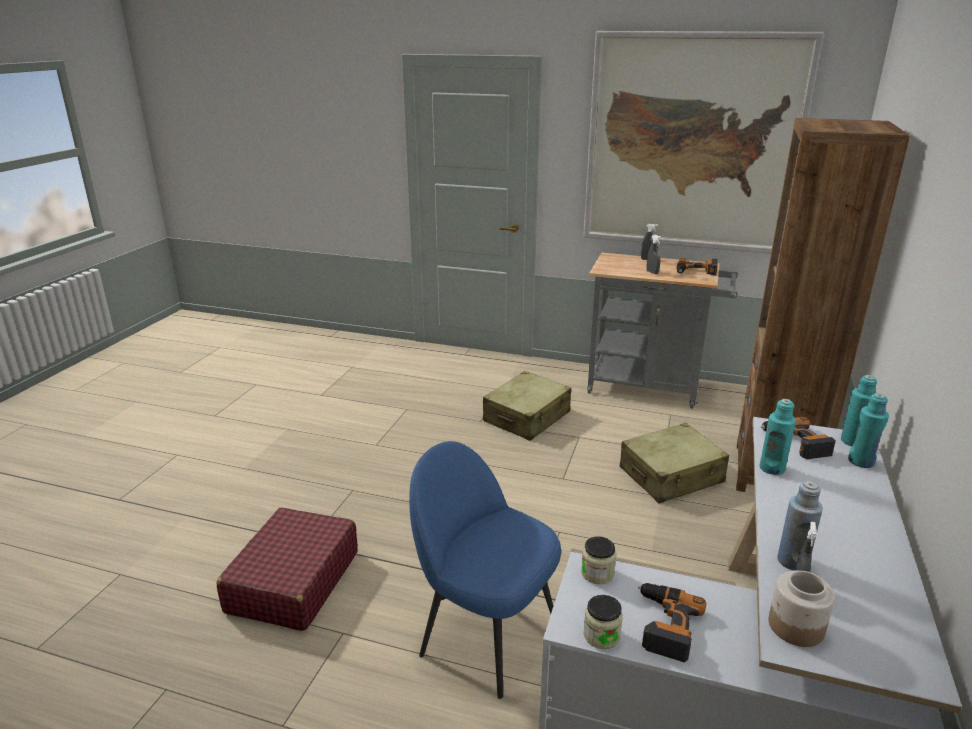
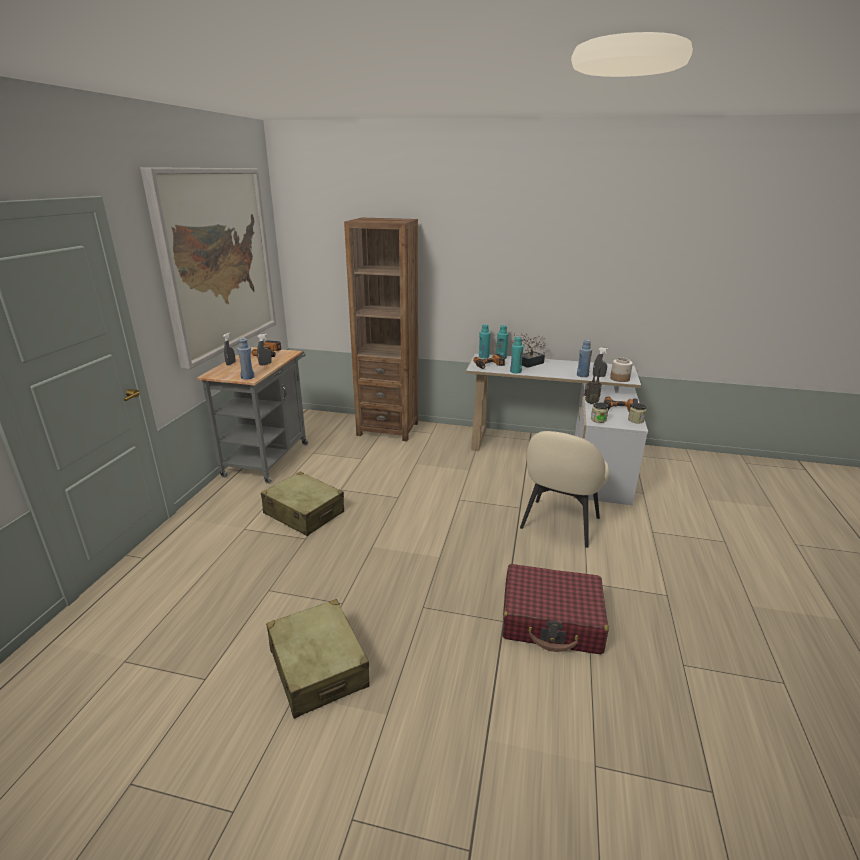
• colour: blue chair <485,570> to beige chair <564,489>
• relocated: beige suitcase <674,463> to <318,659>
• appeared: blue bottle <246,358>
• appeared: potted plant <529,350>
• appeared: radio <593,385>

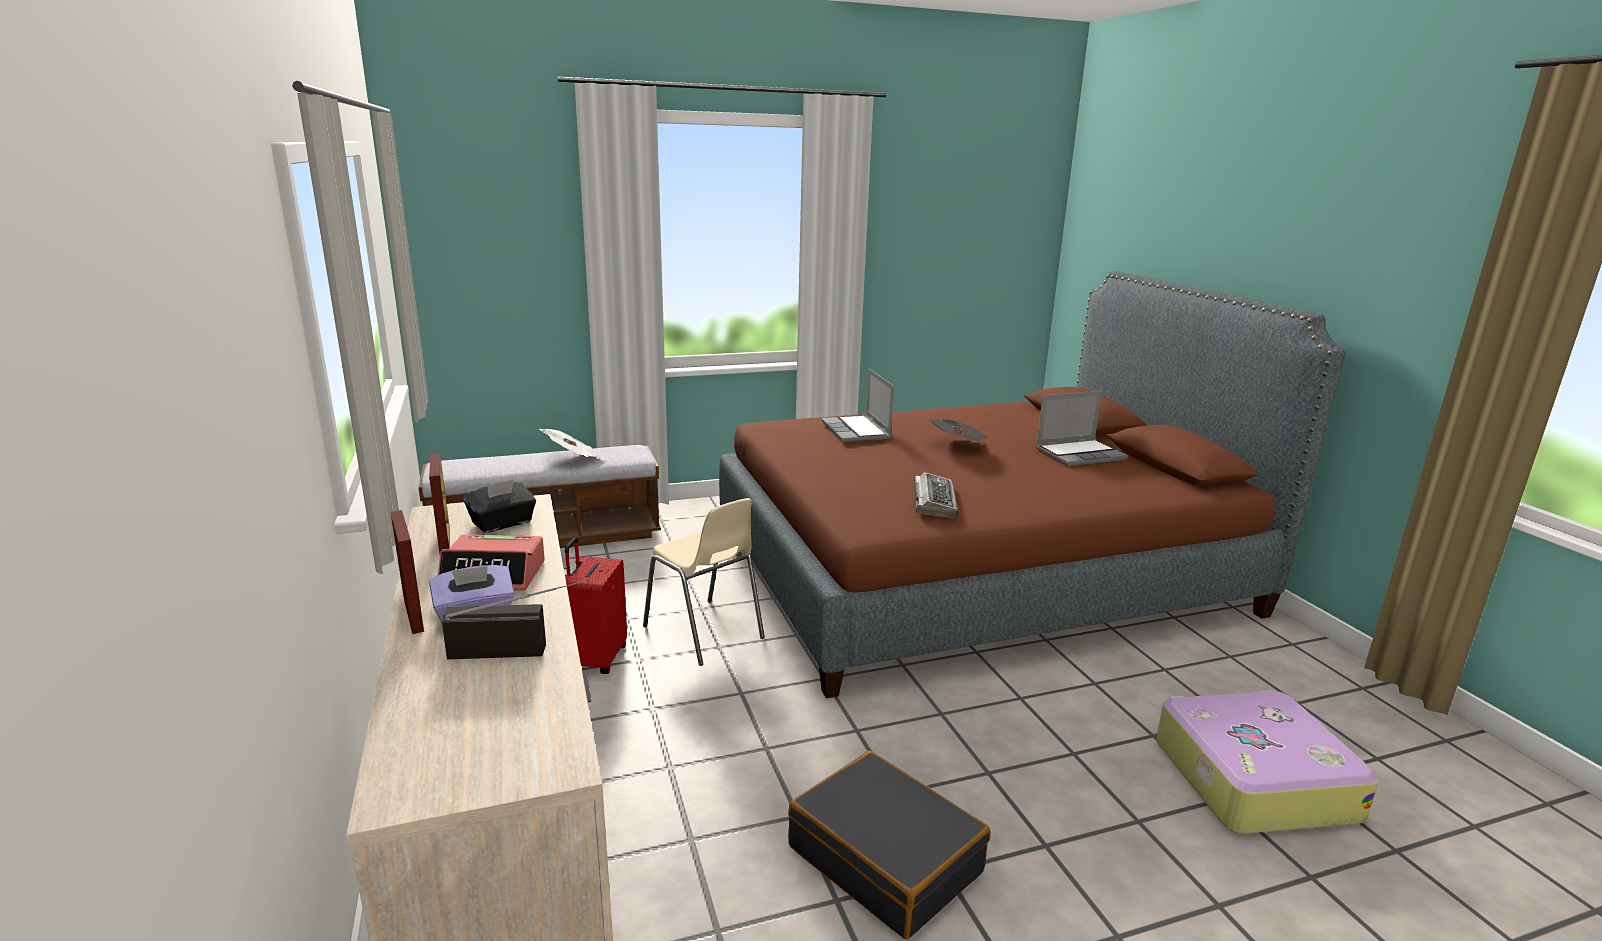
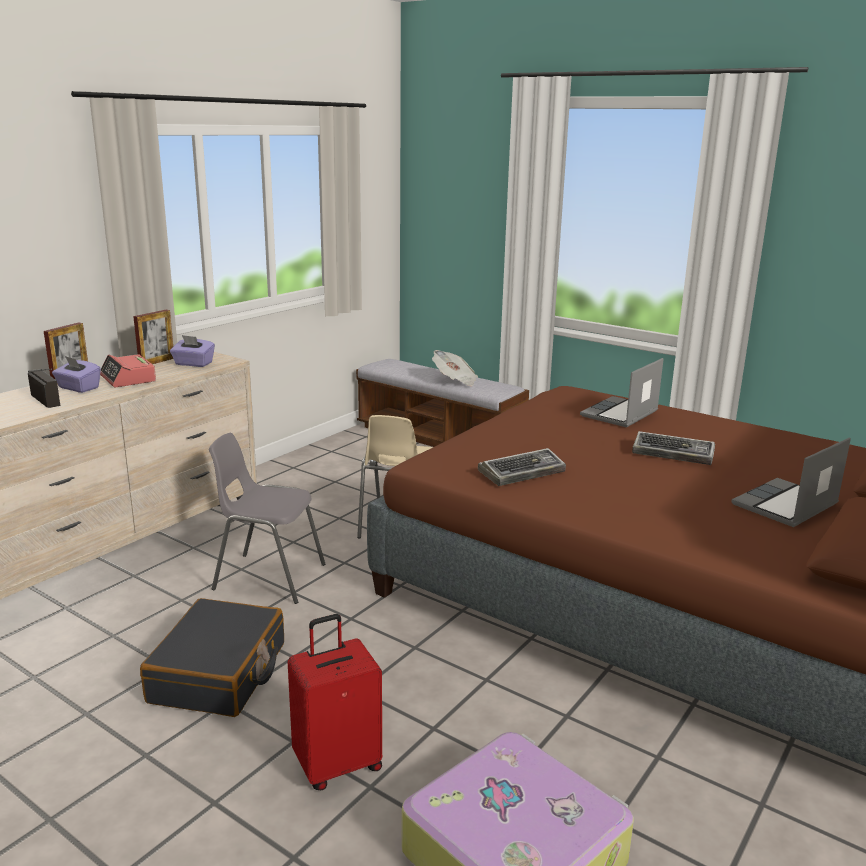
• colour: black tissue box <499,506> to purple tissue box <192,351>
• relocated: red suitcase <596,605> to <335,702>
• exchanged: newspaper <957,430> to keyboard <673,448>
• spun: laptop <1082,428> = <791,482> 105 degrees clockwise
• appeared: grey chair <267,518>

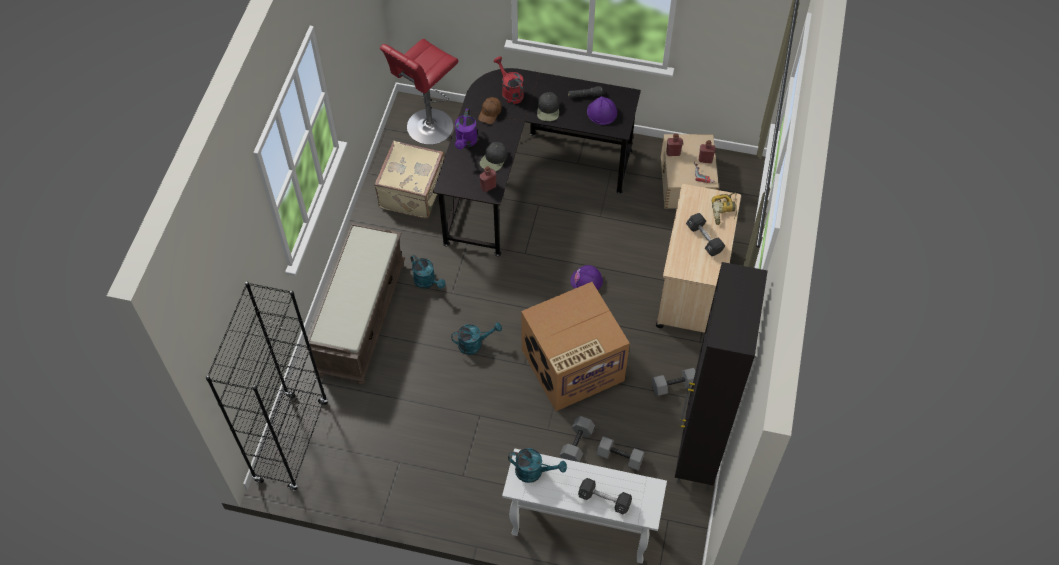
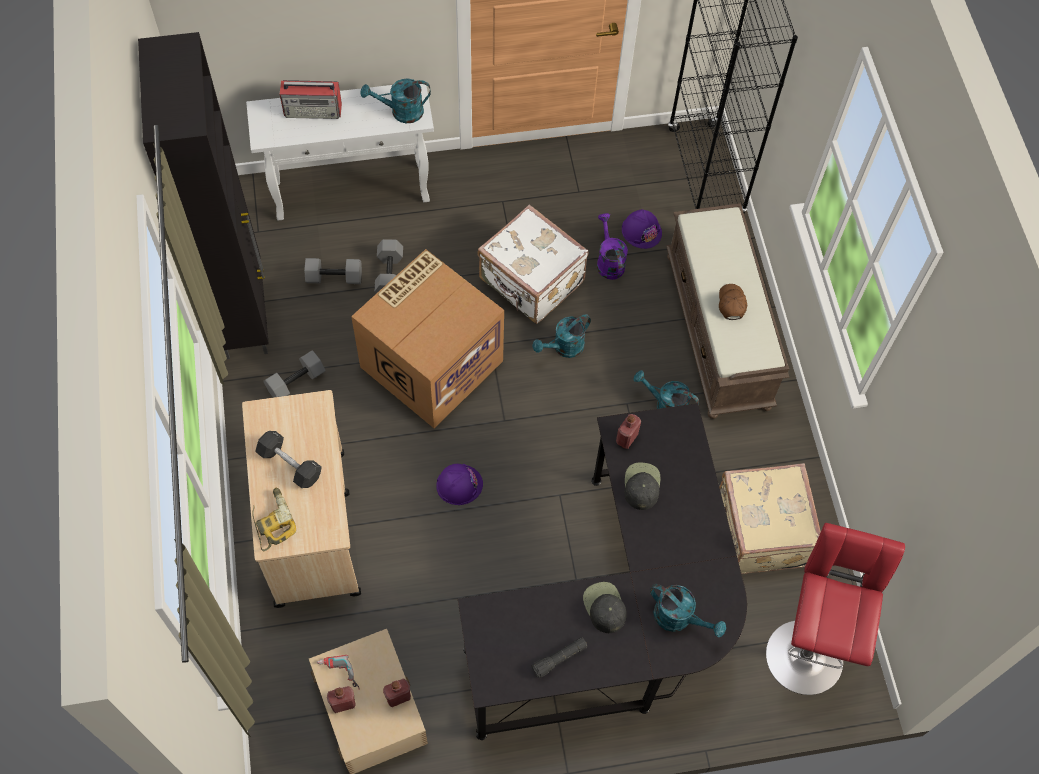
• relocated: purple watering can <466,129> to <612,246>
• relocated: brown cap <490,110> to <733,302>
• colour: red watering can <509,80> to turquoise watering can <688,610>
• exchanged: black dumbbell <605,496> to radio <311,99>
• relocated: purple hard hat <602,110> to <642,229>
• appeared: white suitcase <532,264>

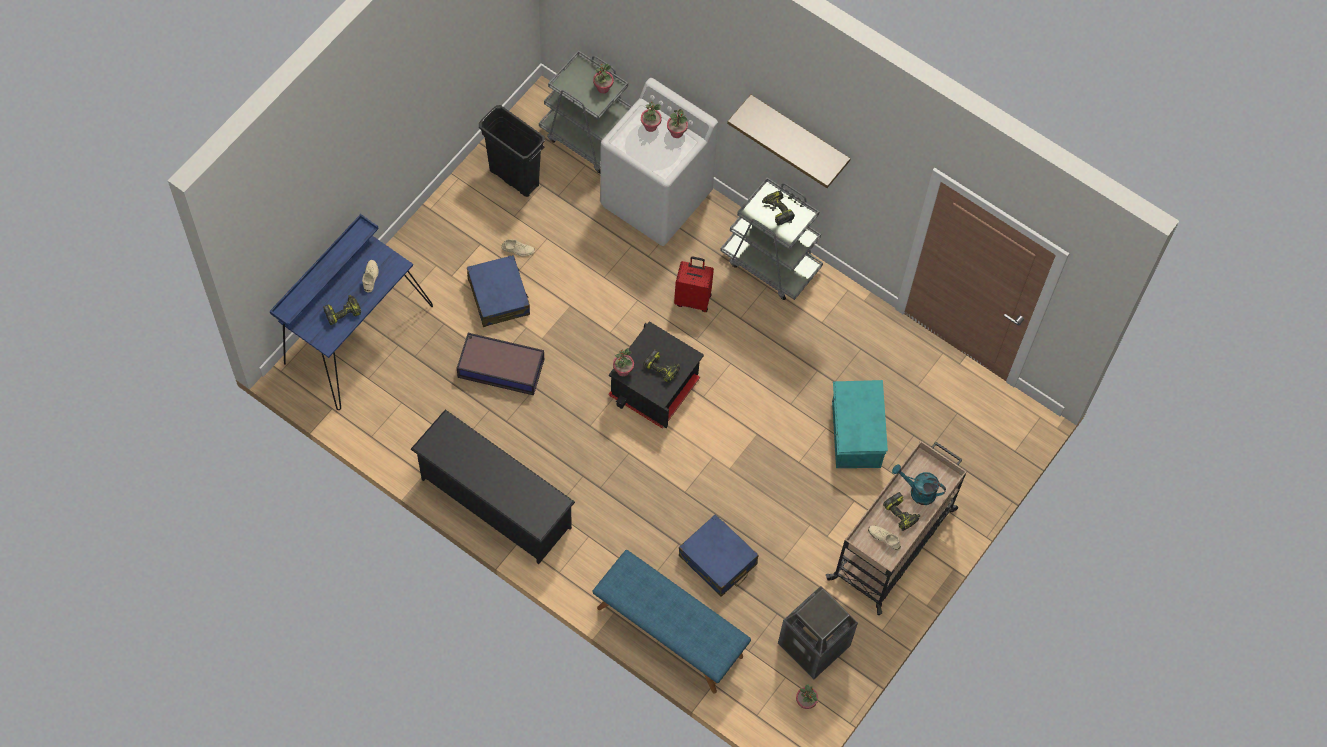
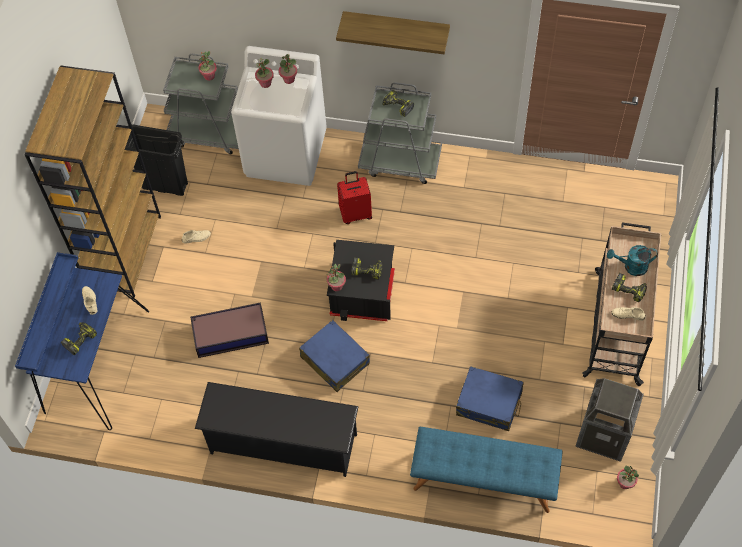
• relocated: blue suitcase <498,291> to <334,356>
• missing: turquoise storage box <860,424>
• appeared: brown bookcase <92,181>

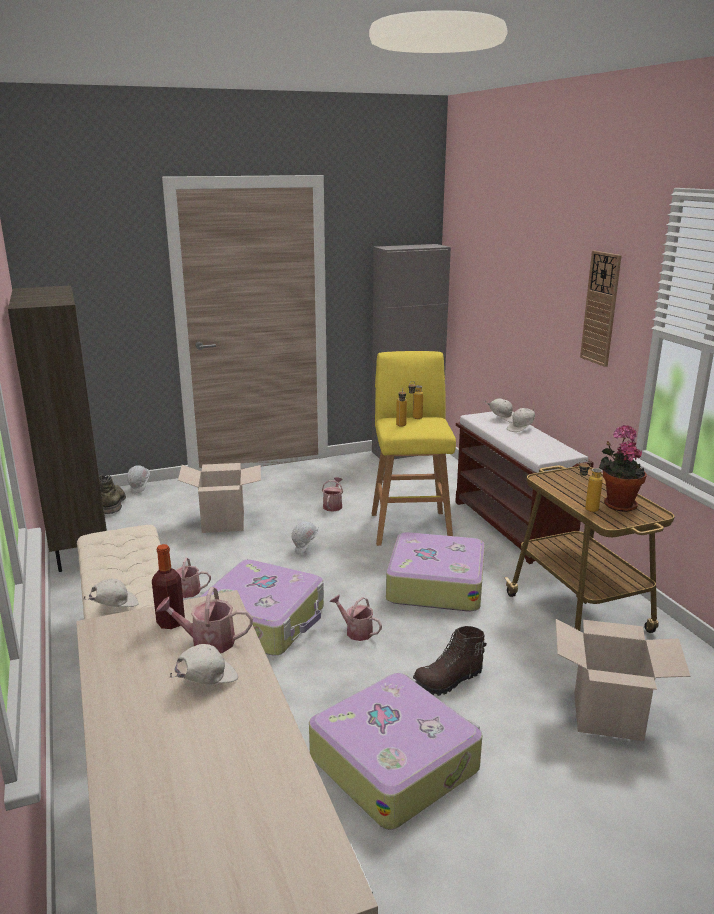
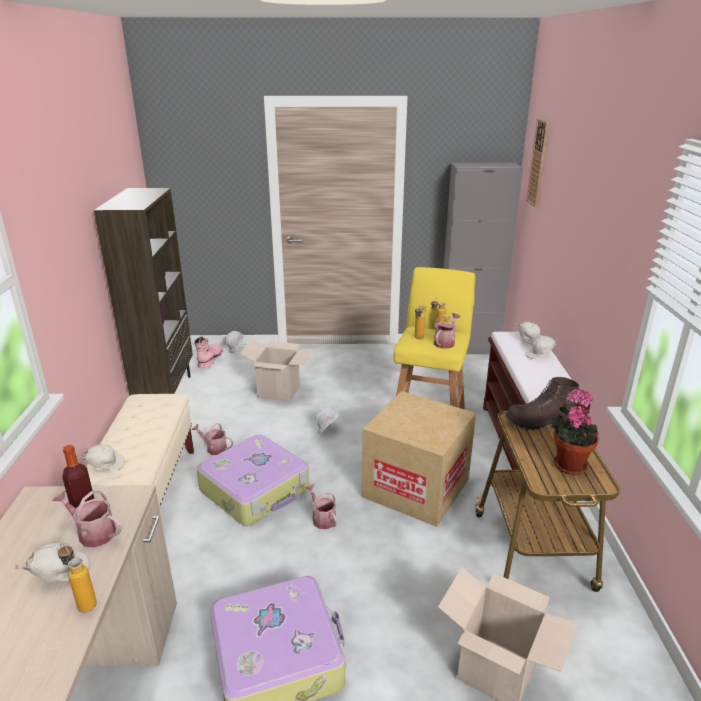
• colour: green boot <112,494> to pink boot <208,352>
• relocated: watering can <332,494> to <447,331>
• exchanged: suitcase <435,571> to cardboard box <419,459>
• relocated: brown boot <450,661> to <542,403>
• relocated: bottle <591,485> to <77,578>
• relocated: wall clock <601,309> to <537,163>

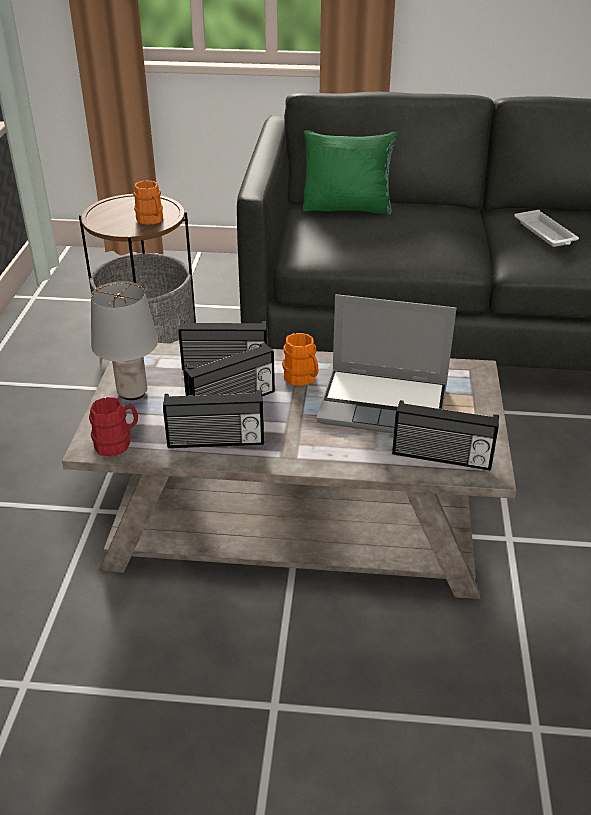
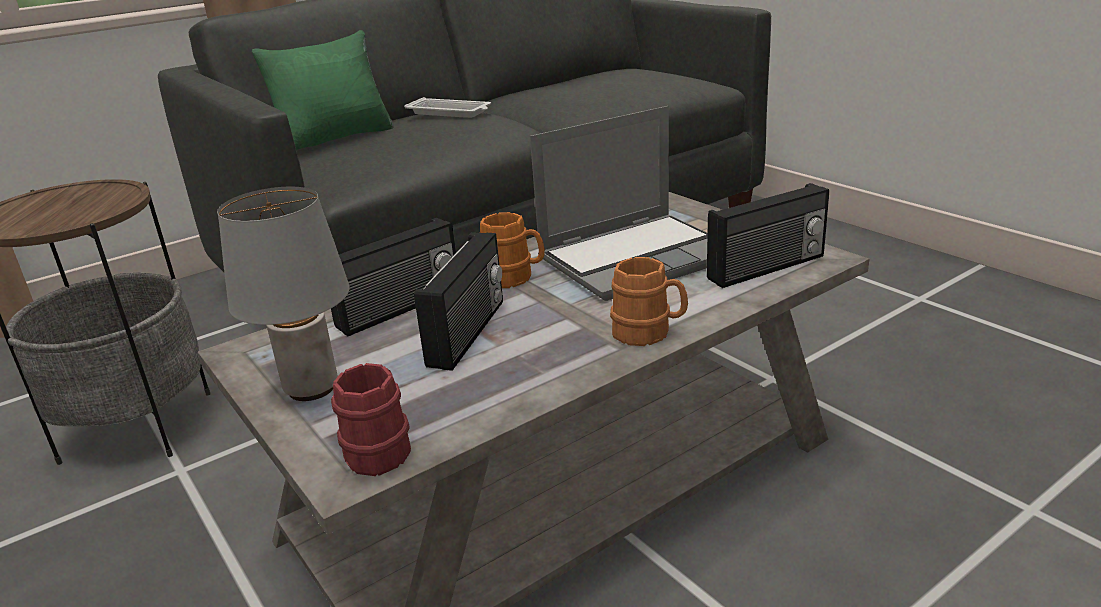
• relocated: orange mug <148,203> to <649,301>
• missing: radio <213,419>
• relocated: white tray <546,228> to <447,107>

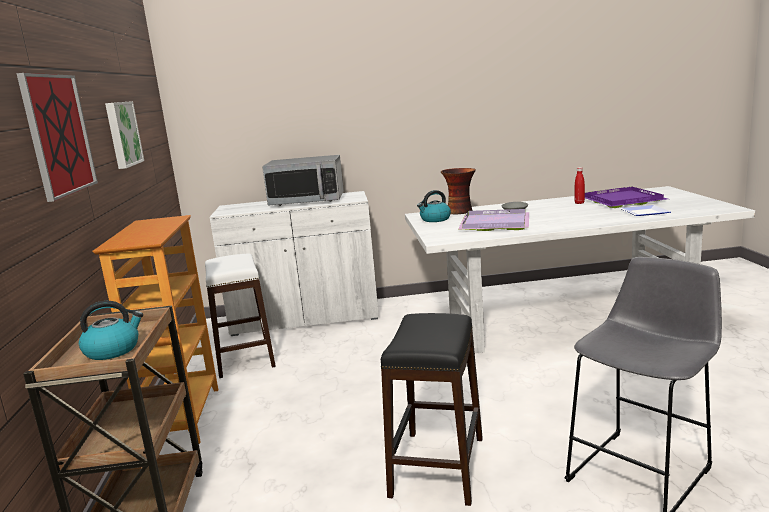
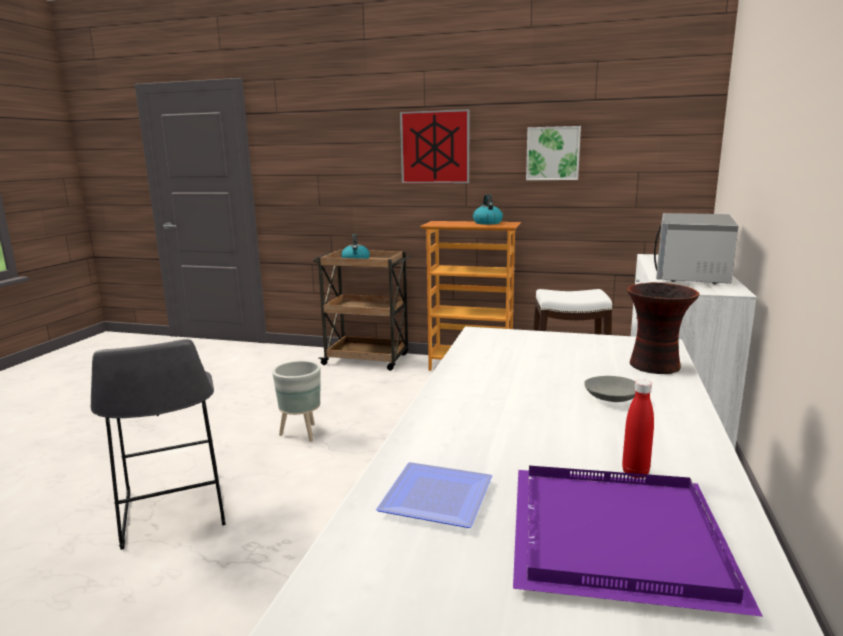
• exchanged: black stool <432,409> to grey planter <296,401>
• relocated: kettle <434,206> to <488,209>
• missing: purple tray <493,220>

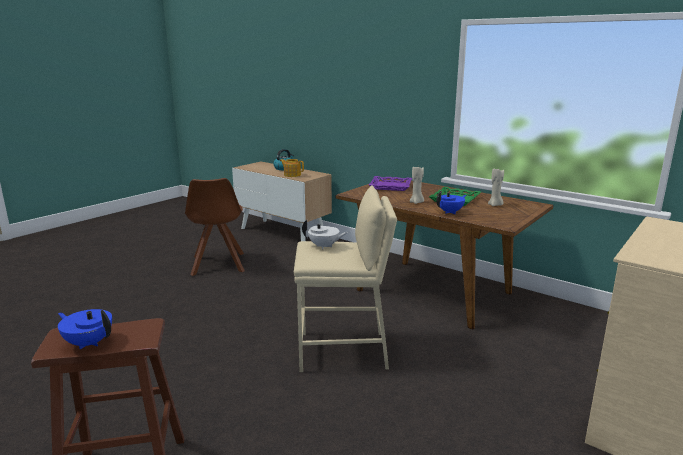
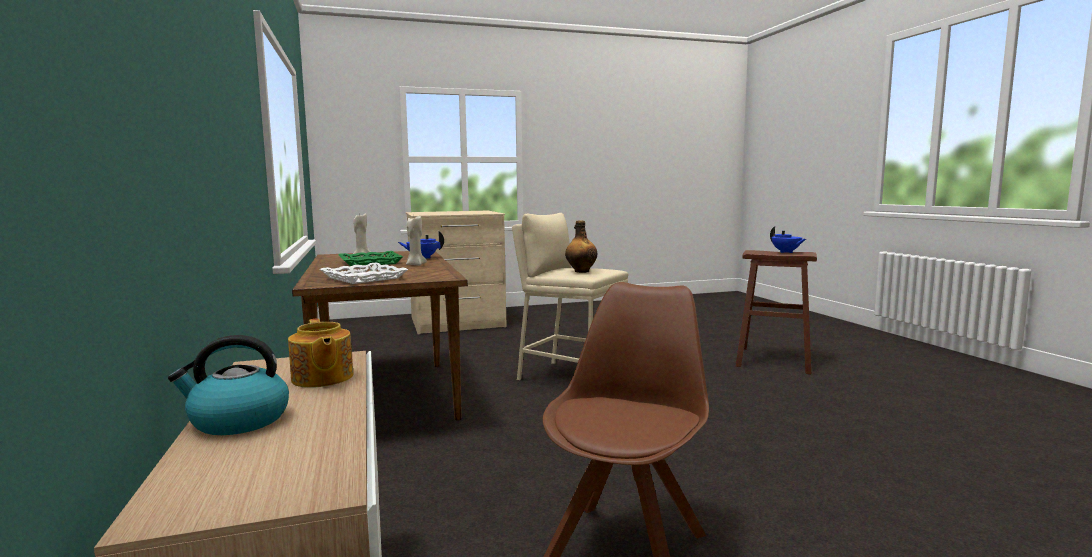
• exchanged: white teapot <325,235> to bottle <581,246>
• colour: purple tray <390,183> to white tray <364,273>

